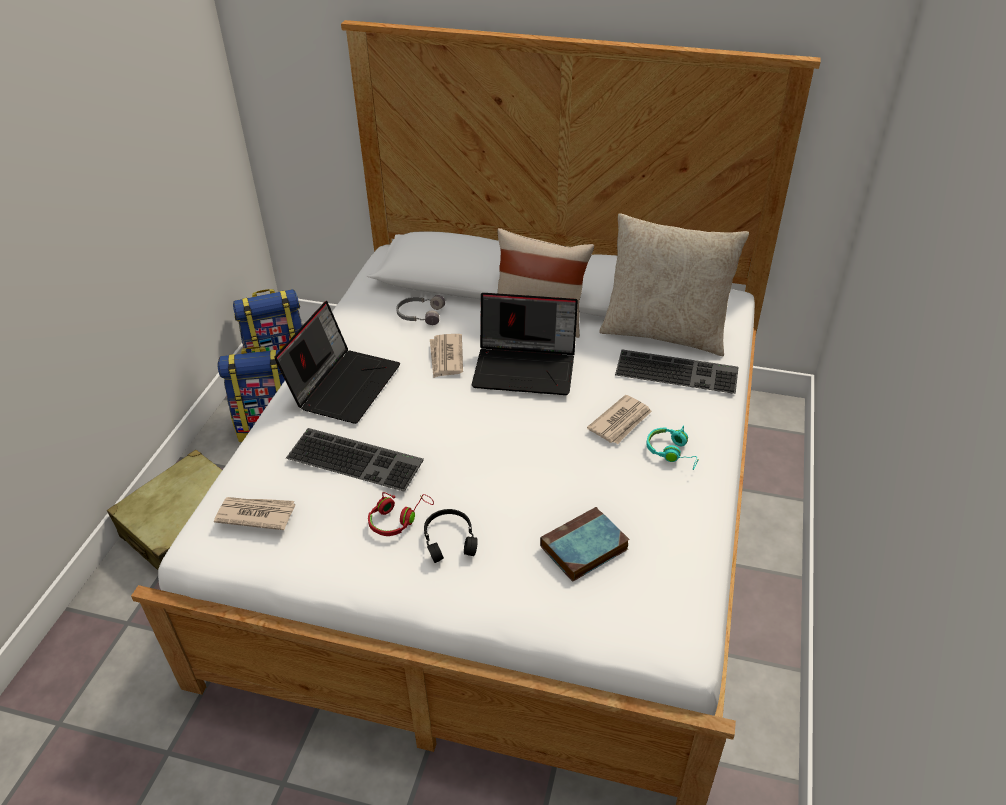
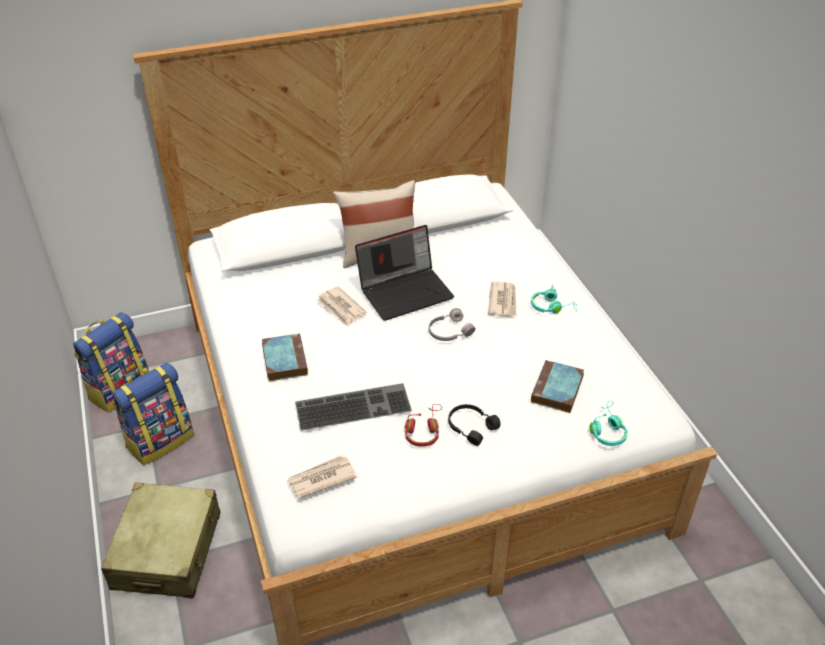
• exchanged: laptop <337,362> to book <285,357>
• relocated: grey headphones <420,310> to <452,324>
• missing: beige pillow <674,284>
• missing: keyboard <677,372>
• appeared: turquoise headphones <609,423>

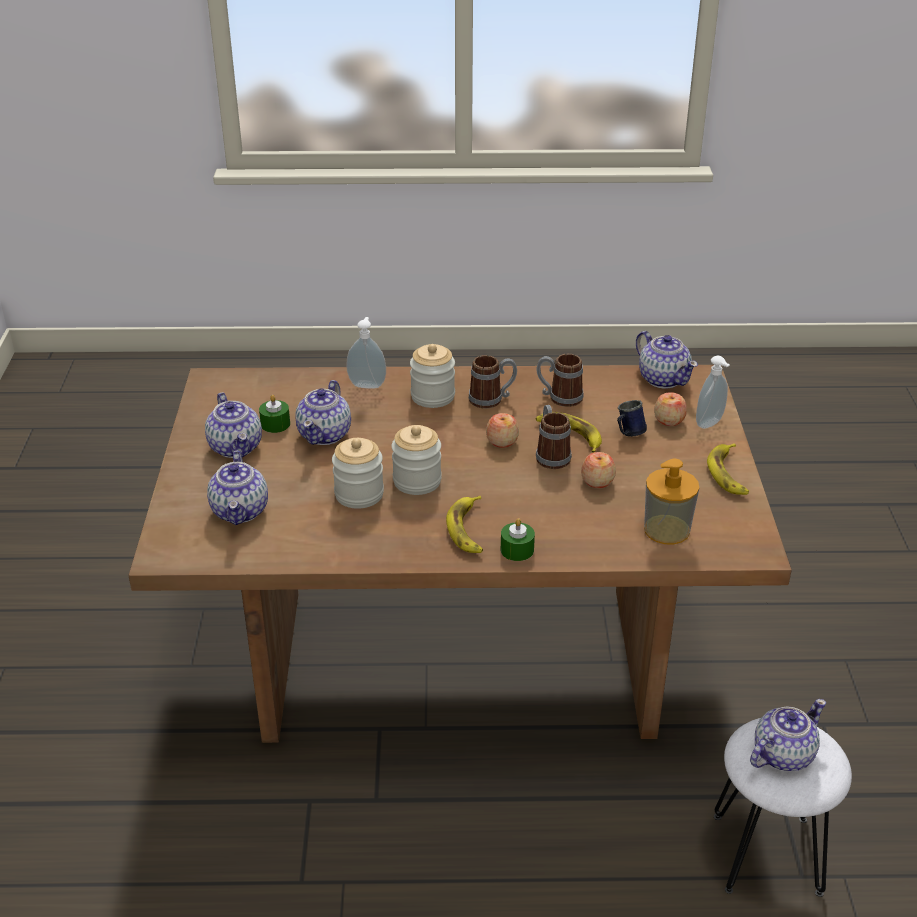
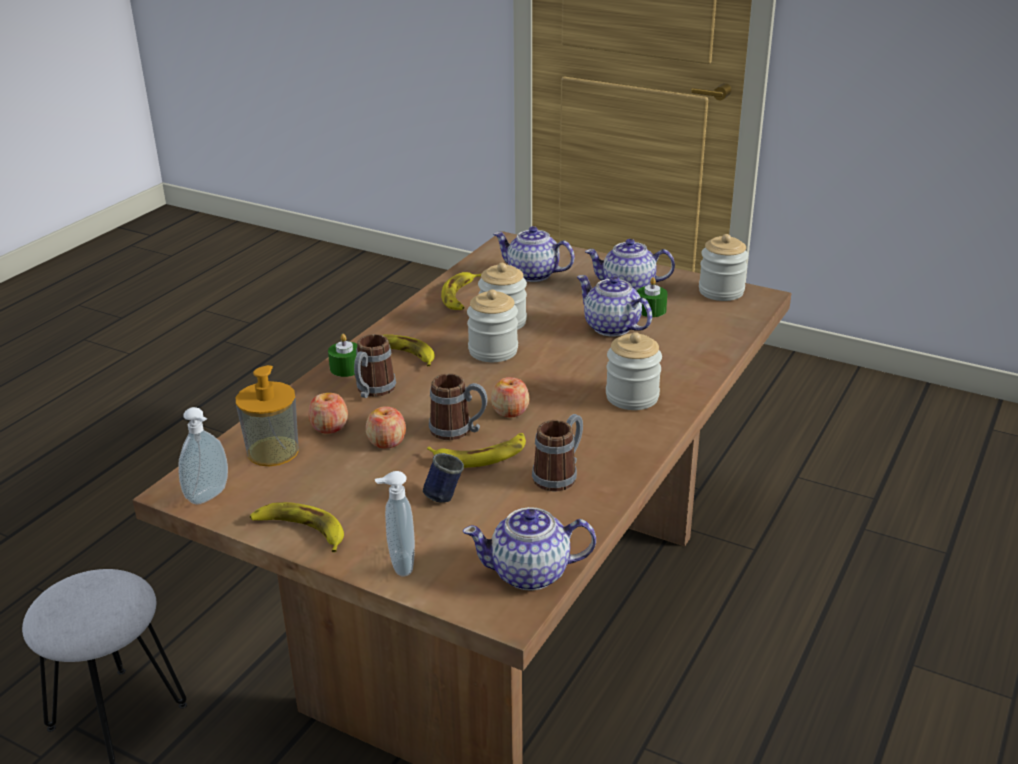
• relocated: soap dispenser <366,353> to <203,456>
• relocated: mug <493,381> to <375,366>
• relocated: apple <670,409> to <328,413>
• missing: teapot <788,735>
• appeared: banana <461,291>
• appeared: jar <724,267>

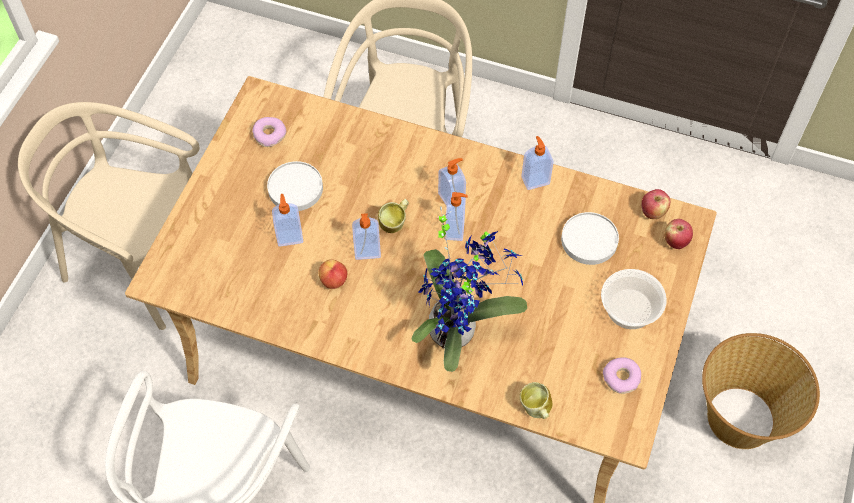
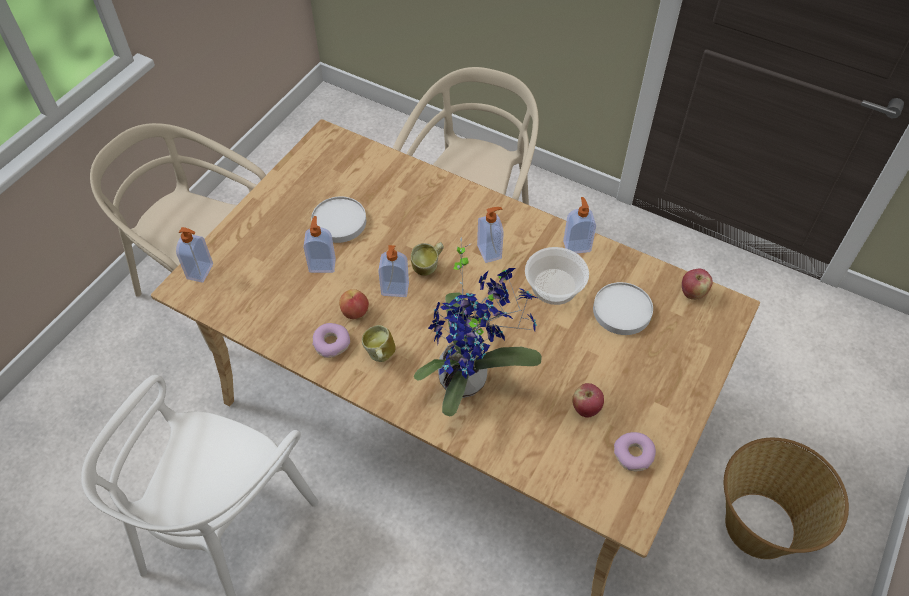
• relocated: donut <269,132> to <331,340>
• relocated: soap dispenser <456,216> to <194,255>
• relocated: mug <536,400> to <379,343>
• relocated: bowl <634,299> to <557,276>
• relocated: apple <678,234> to <588,400>

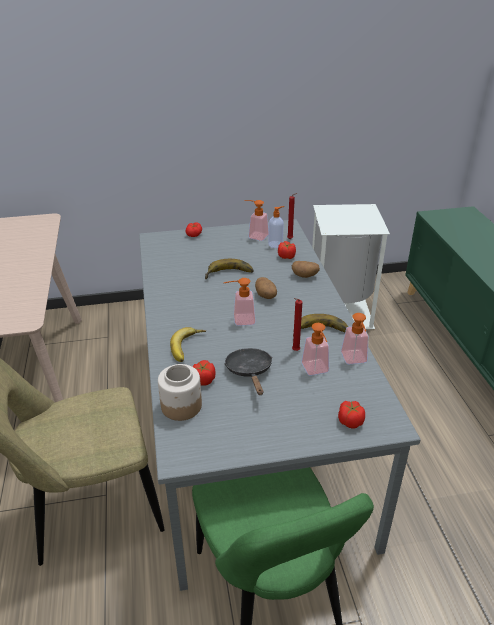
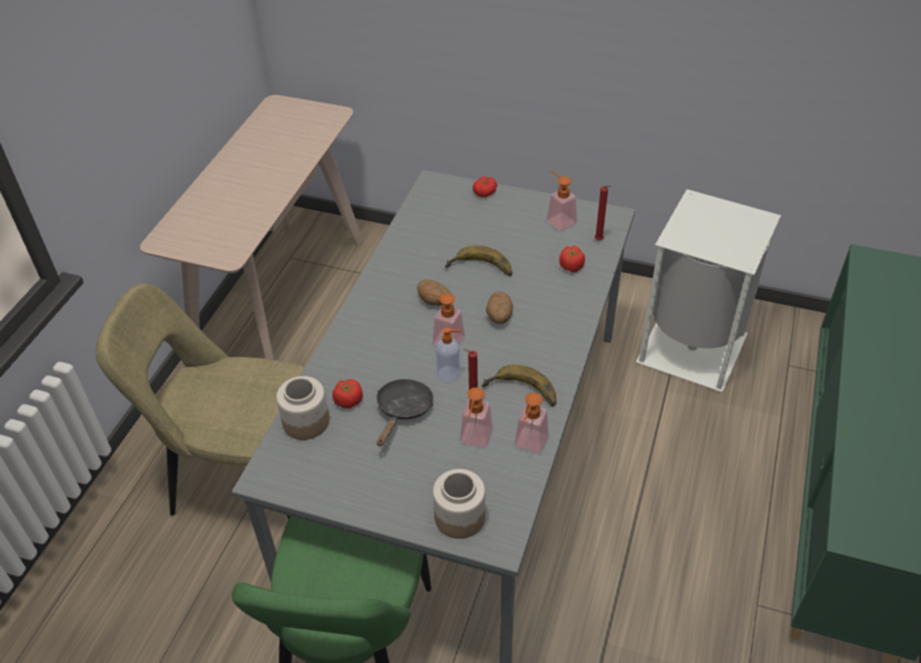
• missing: banana <188,344>
• relocated: soap dispenser <276,227> to <448,355>
• relocated: potato <306,269> to <434,292>
• exchanged: tomato <351,414> to jar <459,504>

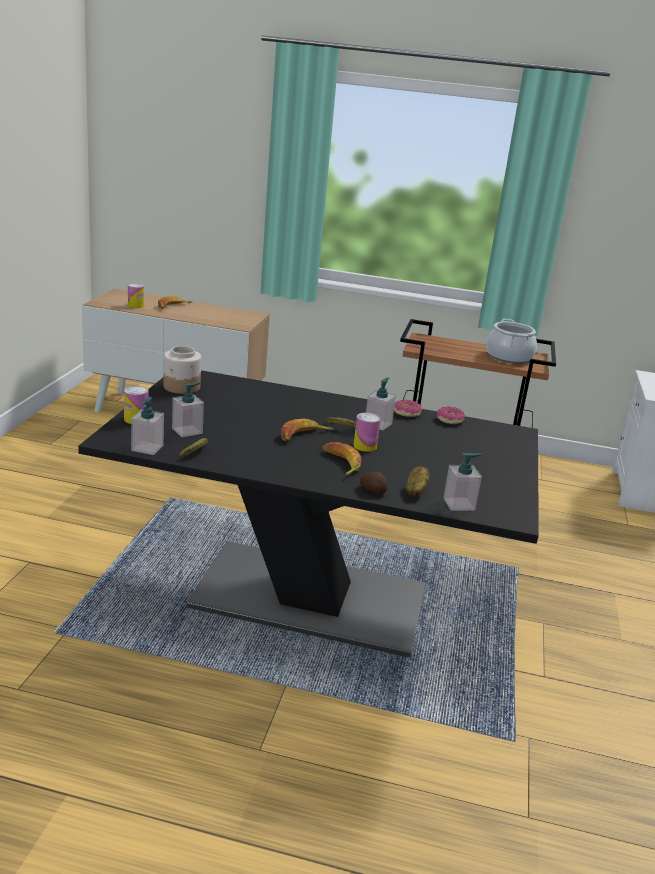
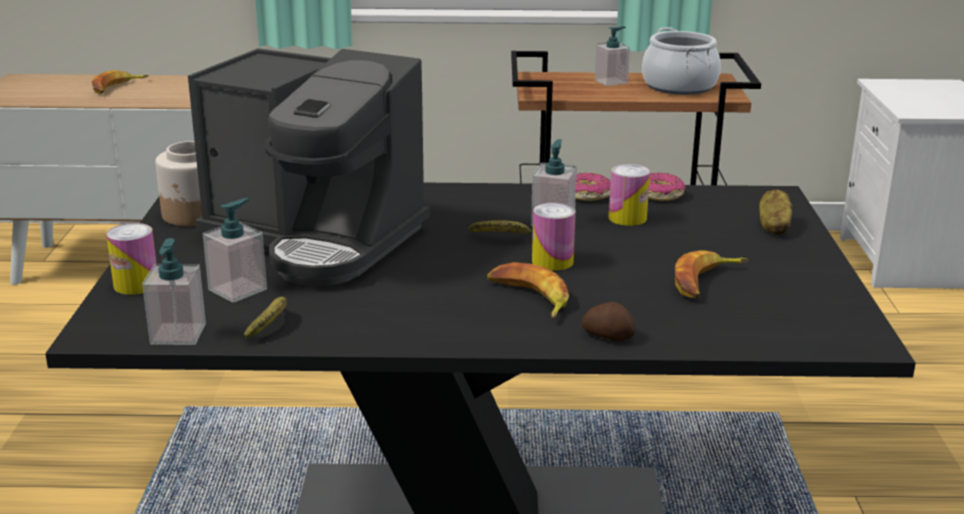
• relocated: can <136,295> to <629,195>
• relocated: banana <307,430> to <711,274>
• relocated: potato <418,482> to <776,212>
• relocated: soap dispenser <462,482> to <612,56>
• appeared: coffee machine <309,167>

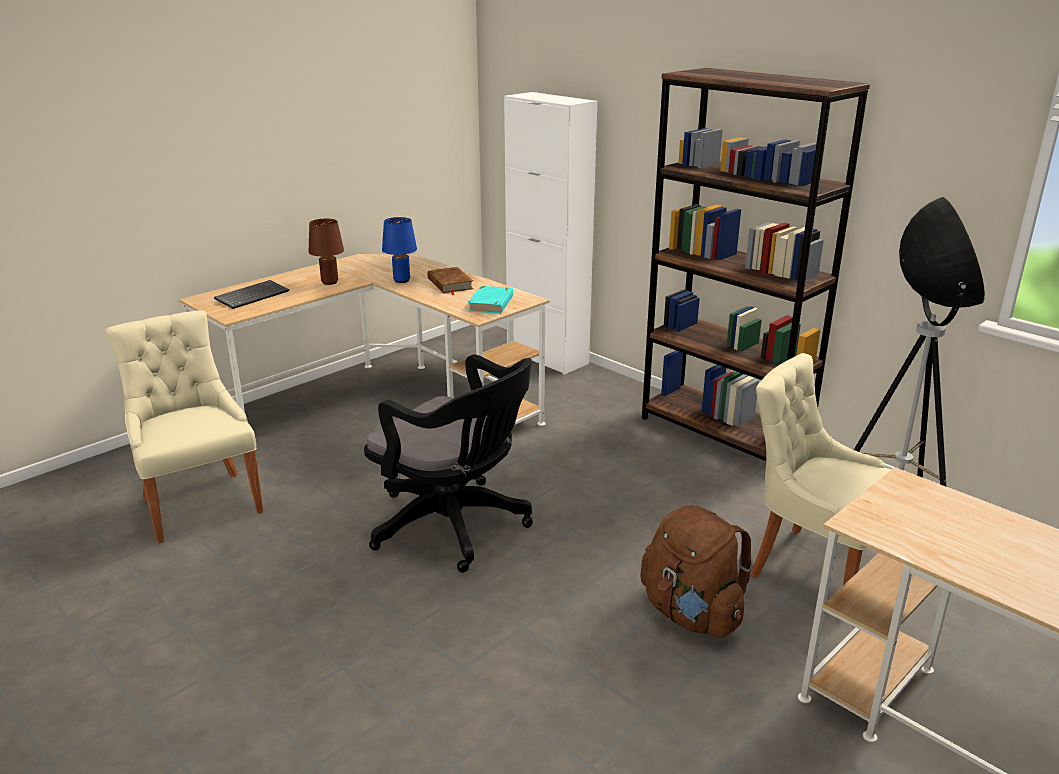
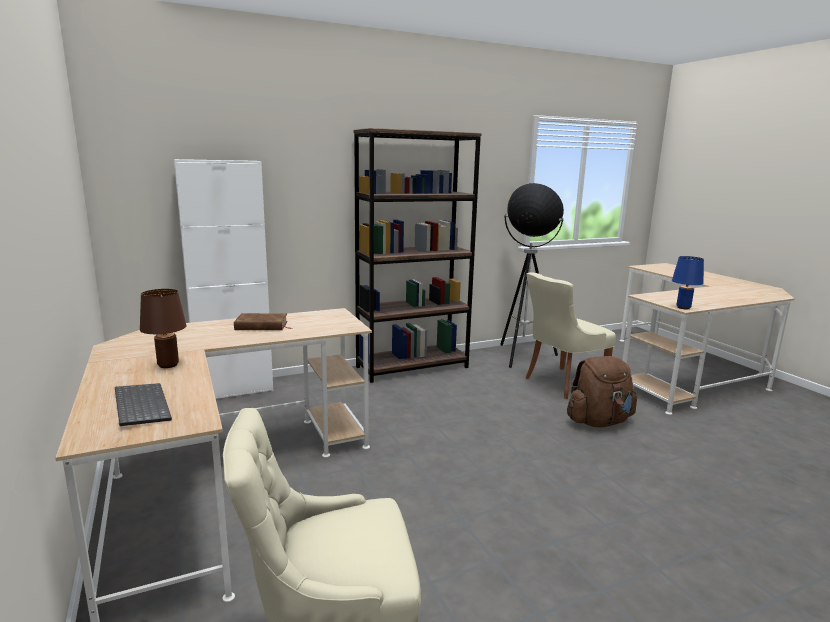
• missing: black office chair <448,463>
• relocated: blue table lamp <399,250> to <688,282>
• missing: turquoise book <490,300>

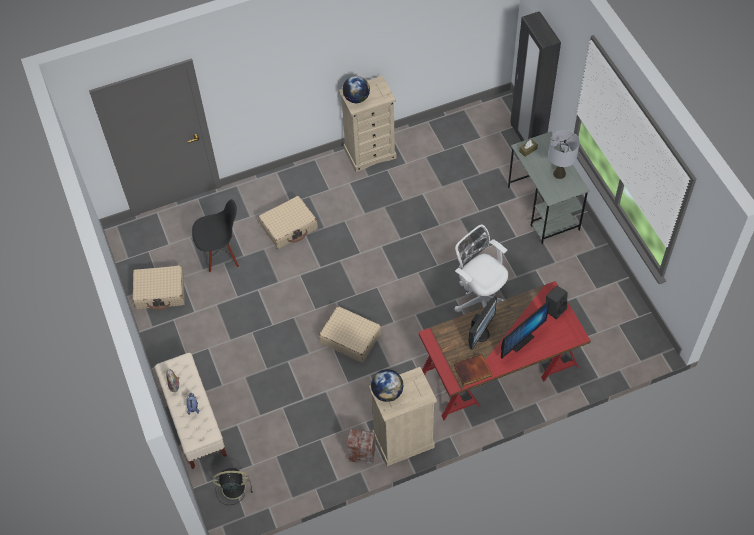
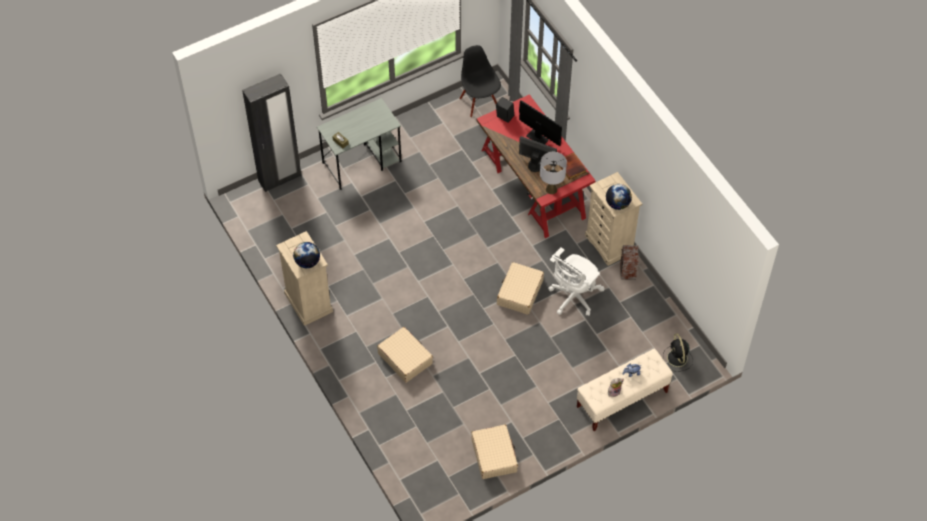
• relocated: black chair <215,236> to <480,81>
• relocated: white office chair <482,268> to <576,281>
• relocated: grey table lamp <564,154> to <553,173>

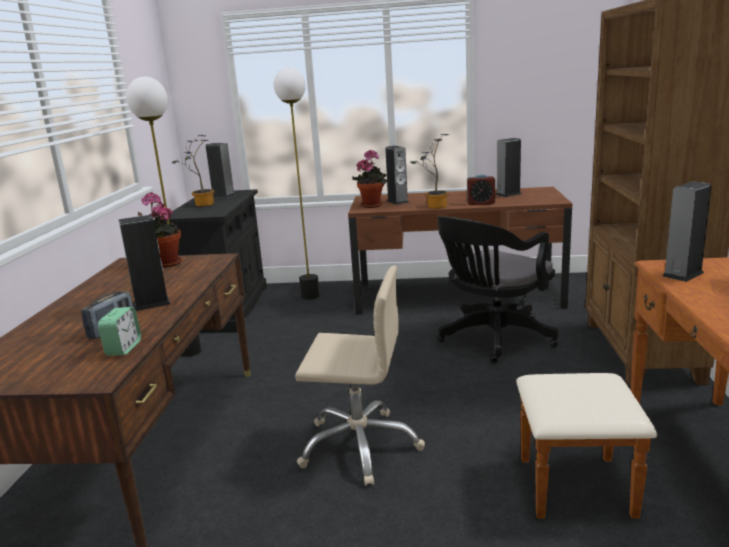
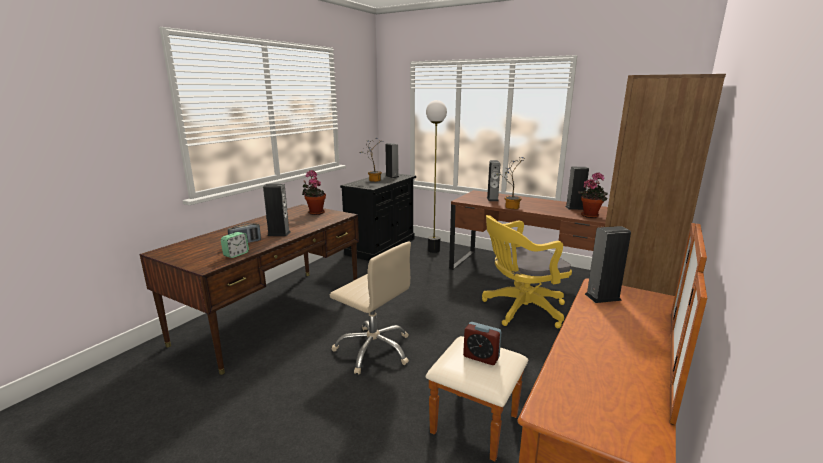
• missing: floor lamp <164,217>
• relocated: potted plant <369,178> to <593,195>
• colour: black office chair <498,289> to yellow office chair <527,271>
• relocated: alarm clock <481,189> to <482,343>

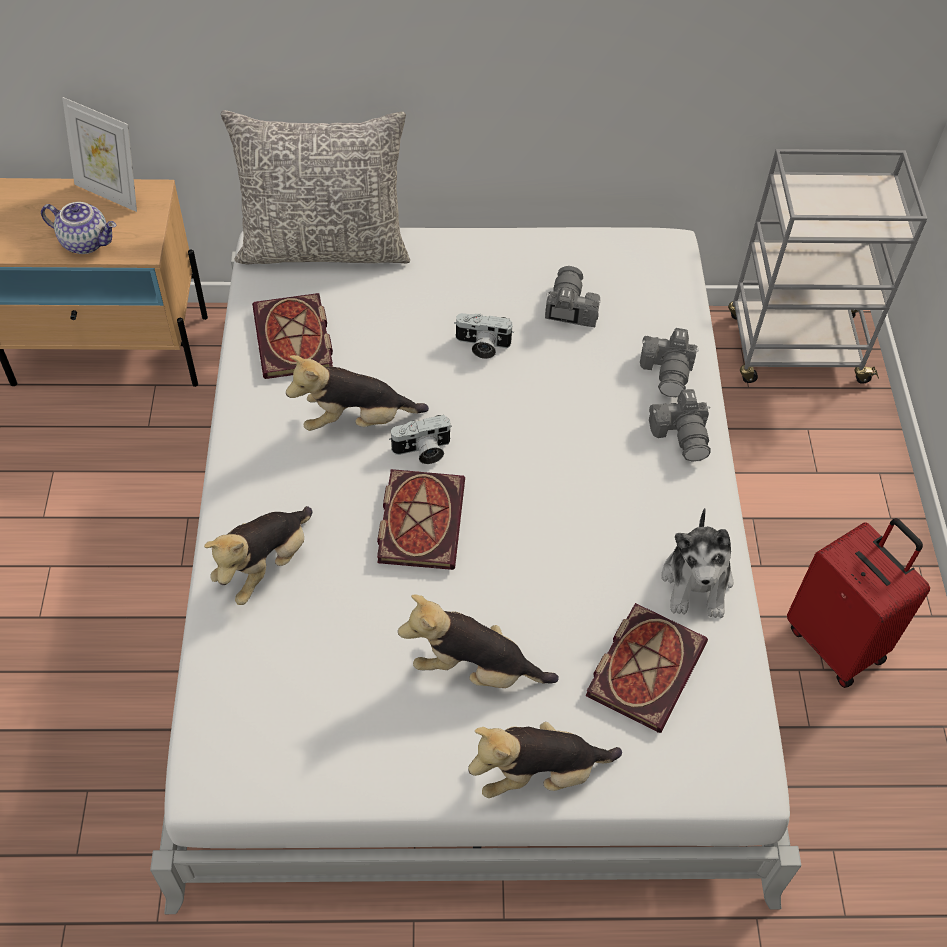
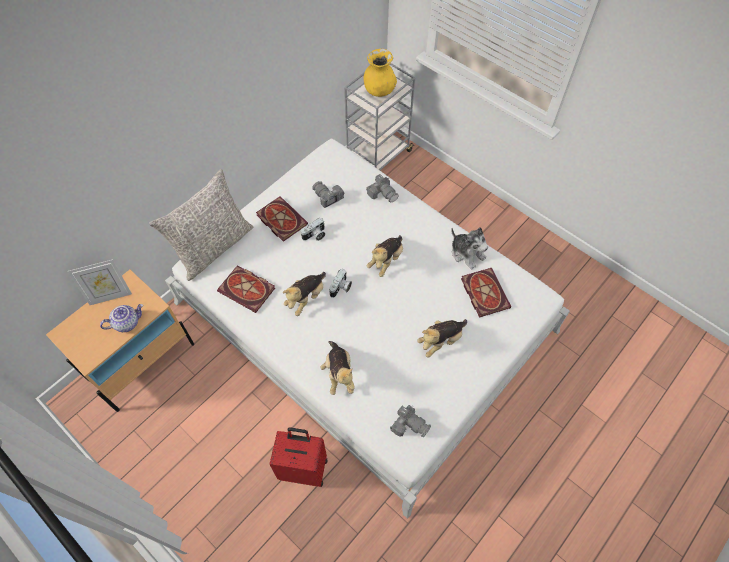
• relocated: book <421,519> to <282,219>
• relocated: plush toy <545,760> to <385,256>
• relocated: photo camera <680,425> to <410,421>
• relocated: red suitcase <858,603> to <298,457>
• appeared: yellow vase <380,73>

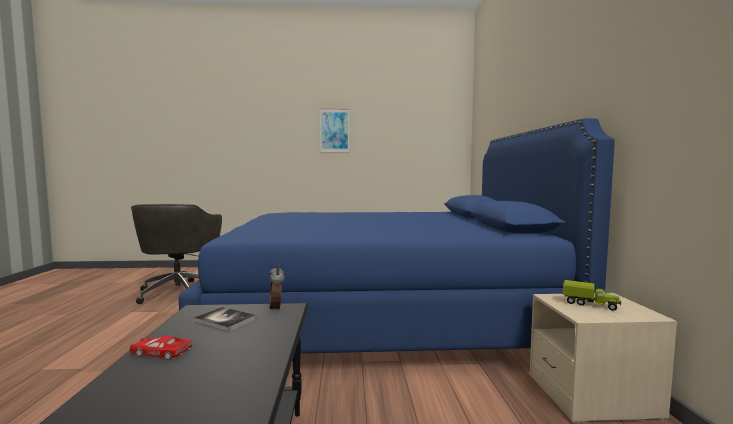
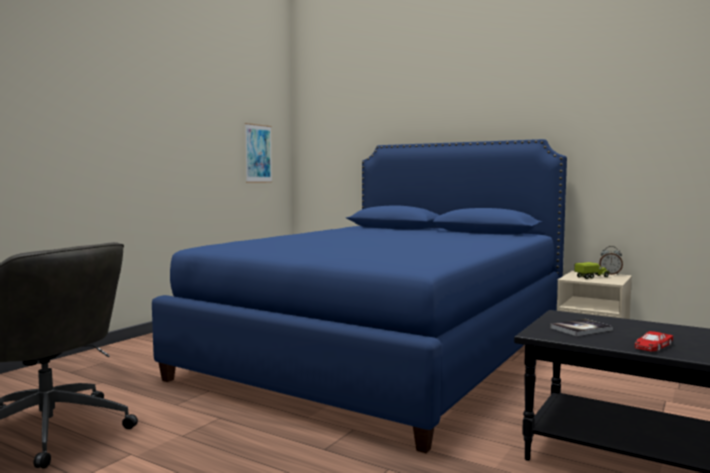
• relocated: alarm clock <277,287> to <611,260>
• relocated: picture <334,130> to <258,153>

